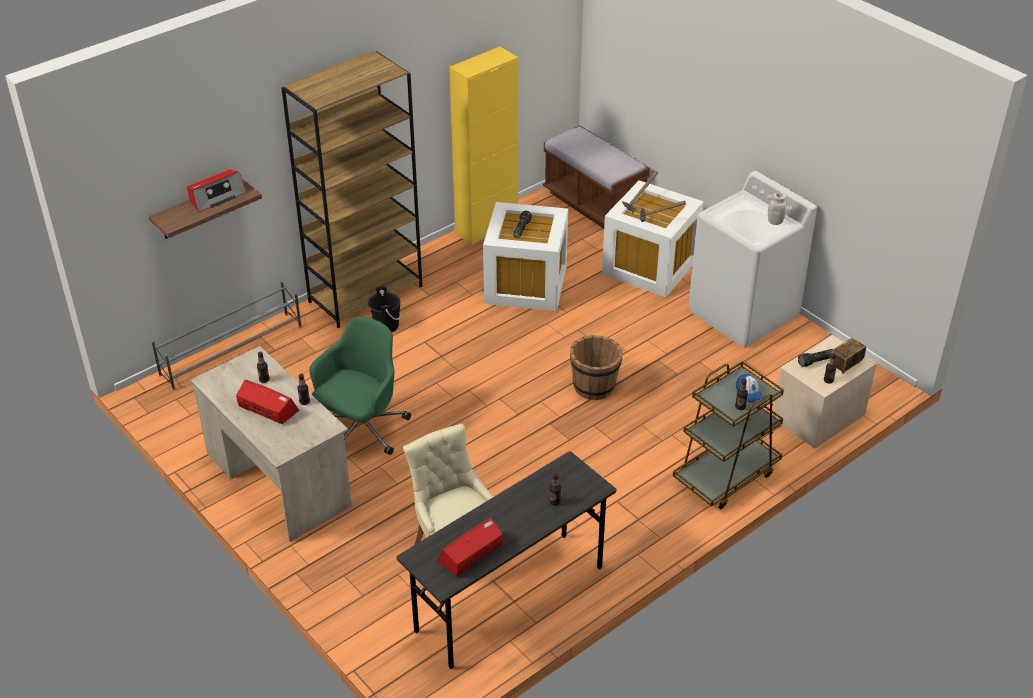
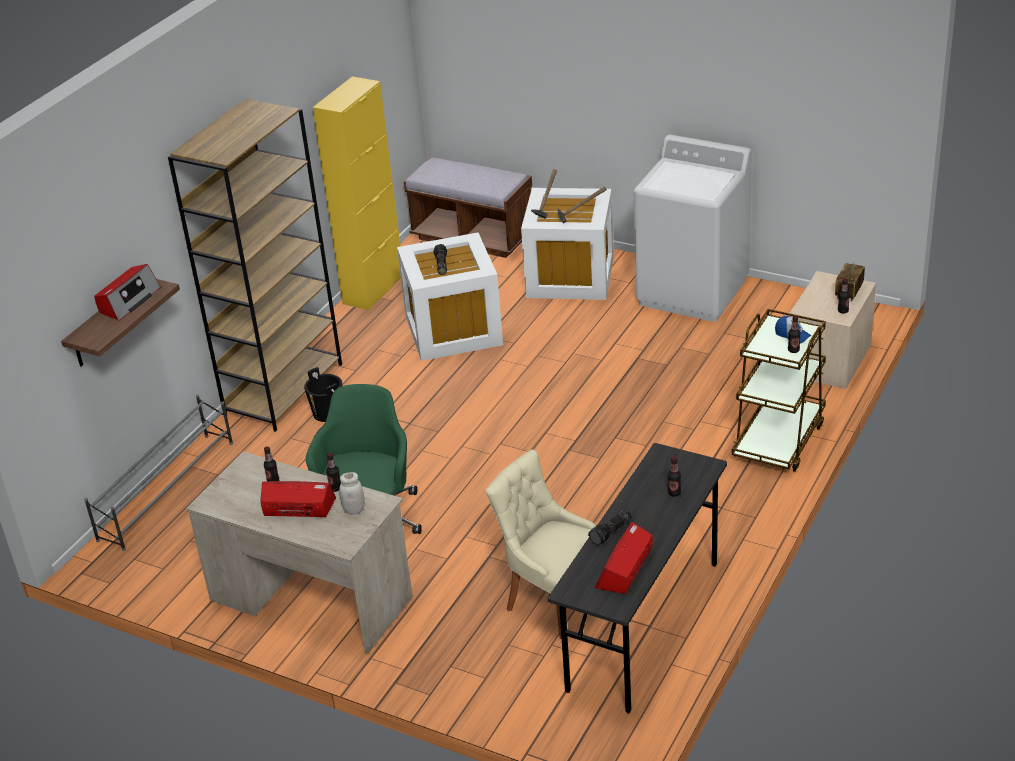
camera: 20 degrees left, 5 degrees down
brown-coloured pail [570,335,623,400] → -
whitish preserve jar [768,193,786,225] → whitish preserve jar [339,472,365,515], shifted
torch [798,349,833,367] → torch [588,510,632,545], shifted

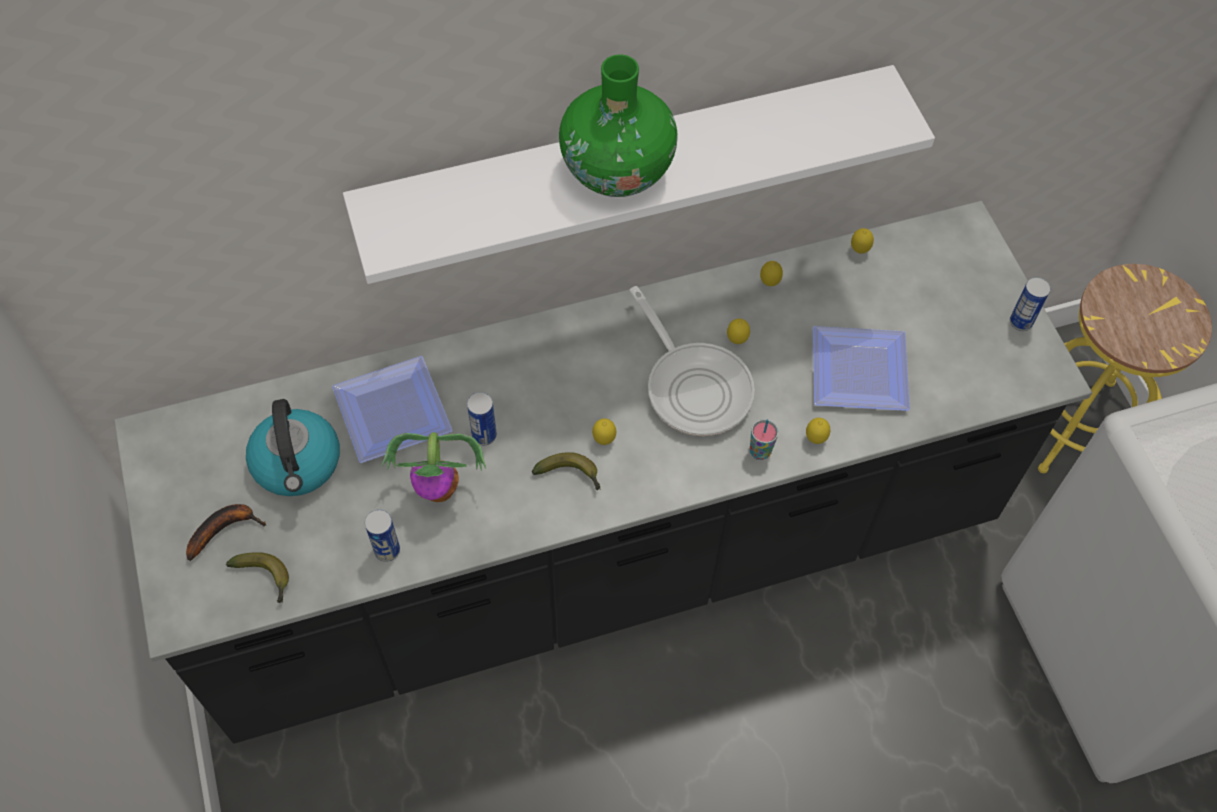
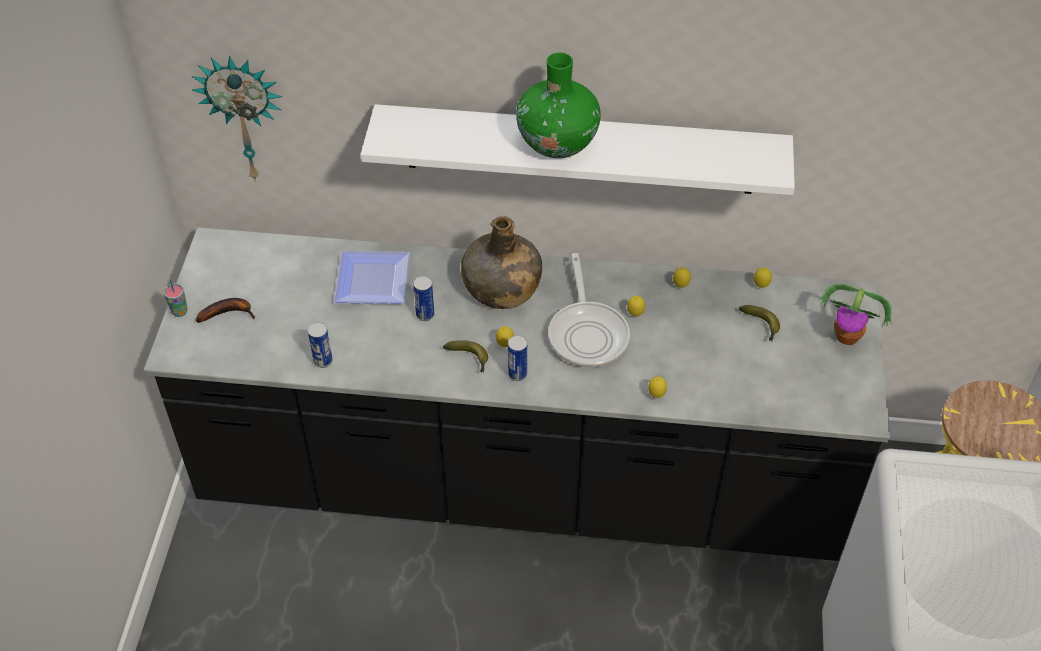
camera: 25 degrees right, 10 degrees down
banana [226,552,289,603] → banana [739,305,780,341], shifted
kettle [246,399,340,496] → -
plant in a pot [381,432,486,502] → plant in a pot [817,283,892,345], shifted
small cup [750,419,778,460] → small cup [164,279,188,317], shifted
flat dish [813,326,910,411] → -
sealed can [1010,277,1051,331] → sealed can [508,335,527,381], shifted
- → clock on the wall [191,56,282,182]
- → green-coloured beverage bottle [461,217,542,309]

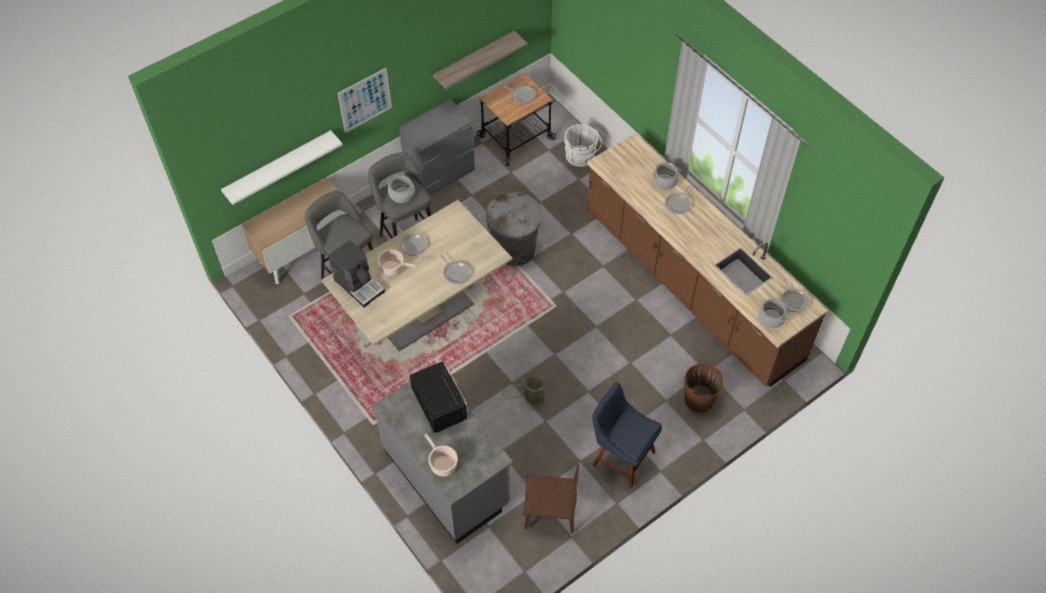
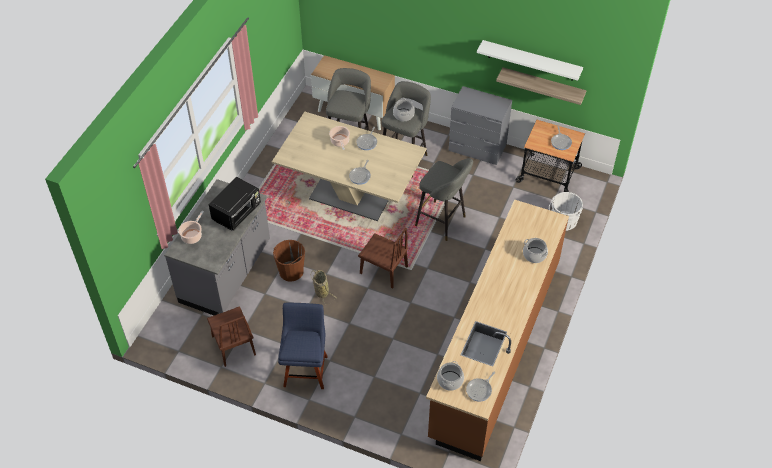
camera: 60 degrees right, 5 degrees down
whitish bracket shelf [221,130,342,205] → whitish bracket shelf [477,40,583,81], shifted
coffee brewer [328,240,385,308] → -
wall picture [337,68,392,133] → -
greyish rubbish bin [486,192,542,266] → greyish stool seat [415,158,473,241]
frying pan [665,185,691,214] → -
brown-coloured pail [684,364,724,412] → brown-coloured pail [273,240,305,282], shifted
- → brown-coloured chair [358,228,408,289]

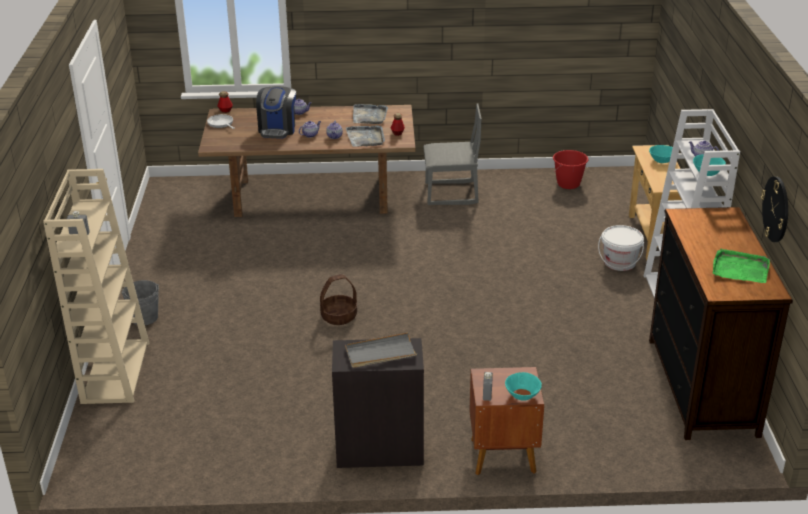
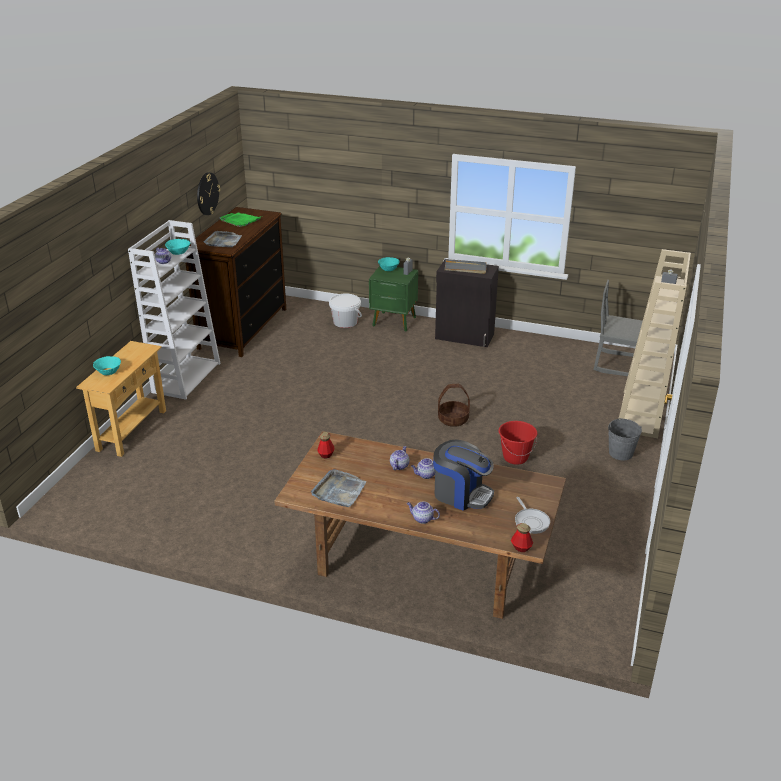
camera: 160 degrees left, 0 degrees up
coffee brewer [256,86,296,139] → coffee brewer [433,440,494,511], 90 degrees clockwise
greyish tray [346,125,385,147] → greyish tray [204,231,242,247], shifted
greyish chair [423,103,482,205] → greyish chair [594,280,643,376], shifted
brown-coloured night table [469,367,544,475] → green-coloured night table [369,266,418,332]
reddish pail [553,150,588,189] → reddish pail [499,421,537,465], shifted
whitish pail [598,225,644,271] → whitish pail [329,294,362,328], shifted

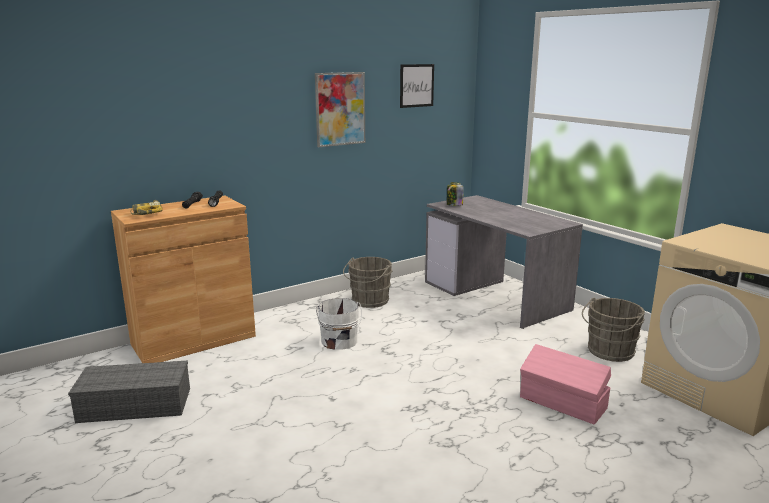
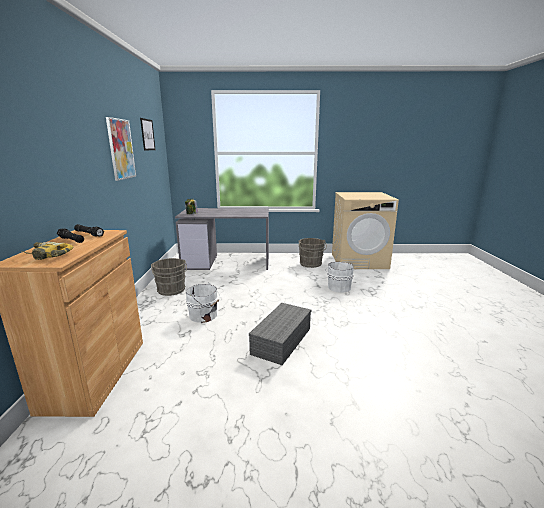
camera: 55 degrees left, 0 degrees up
greyish storage bin [68,360,190,423] → greyish storage bin [249,303,311,365], shifted
pink storage bin [520,344,611,424] → whitish pail [325,262,354,293]

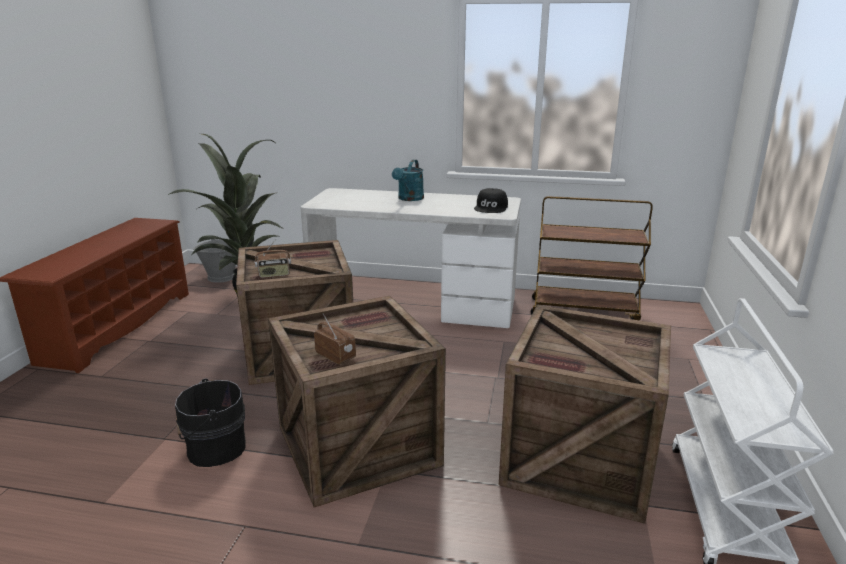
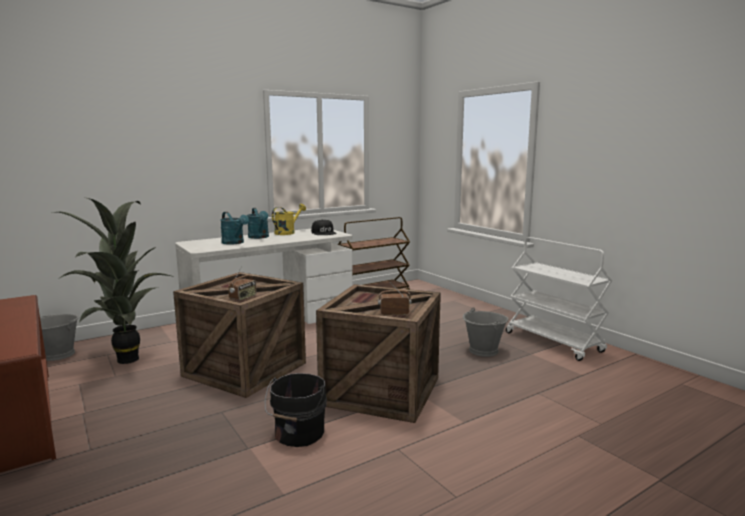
camera: 45 degrees left, 10 degrees down
crate [499,305,671,524] → greyish pail [463,307,508,357]
- → turquoise-coloured watering pot [220,212,249,245]
- → yellow watering pot [272,204,306,235]

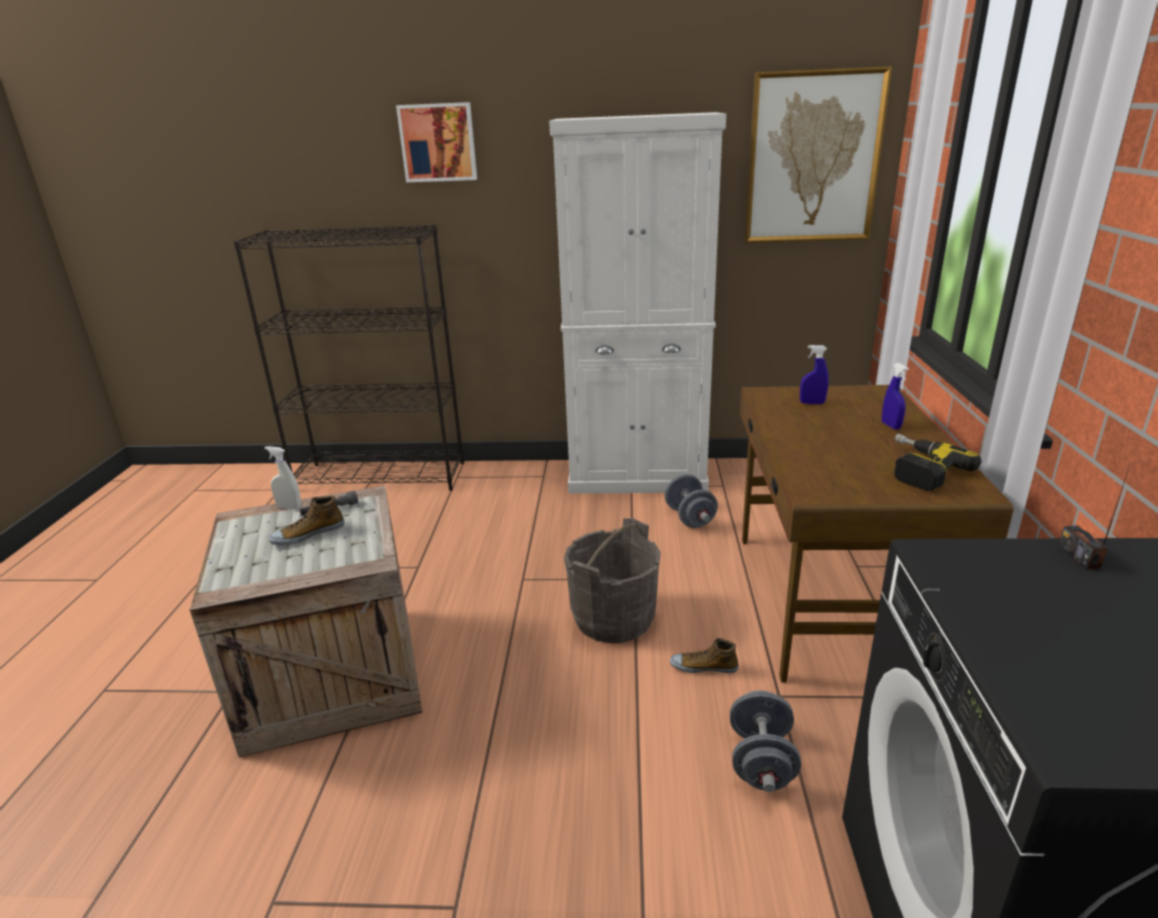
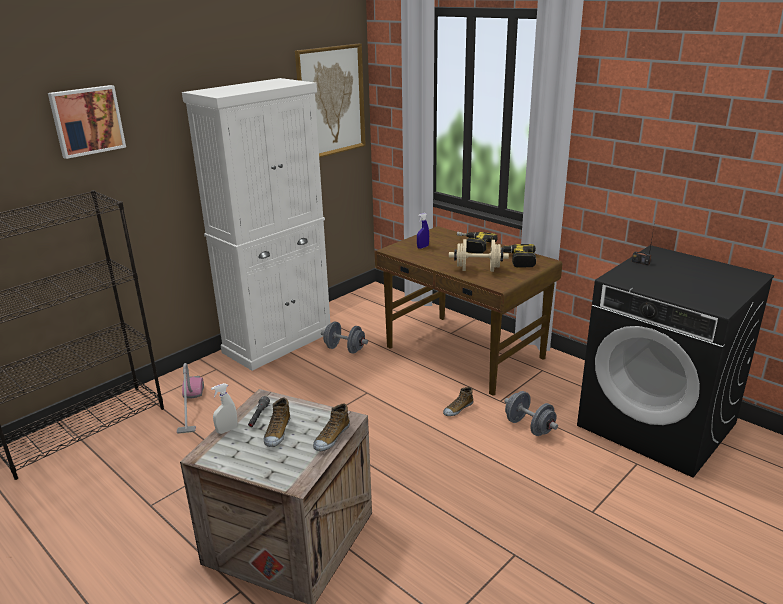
camera: 50 degrees left, 0 degrees up
greyish pail [564,518,661,643] → -
blue hand sprayer [882,363,909,430] → power drill [457,232,498,254]
- → hoover [177,363,204,434]
- → item of footwear [313,403,350,451]
- → sand-coloured dumbbell [449,239,509,272]

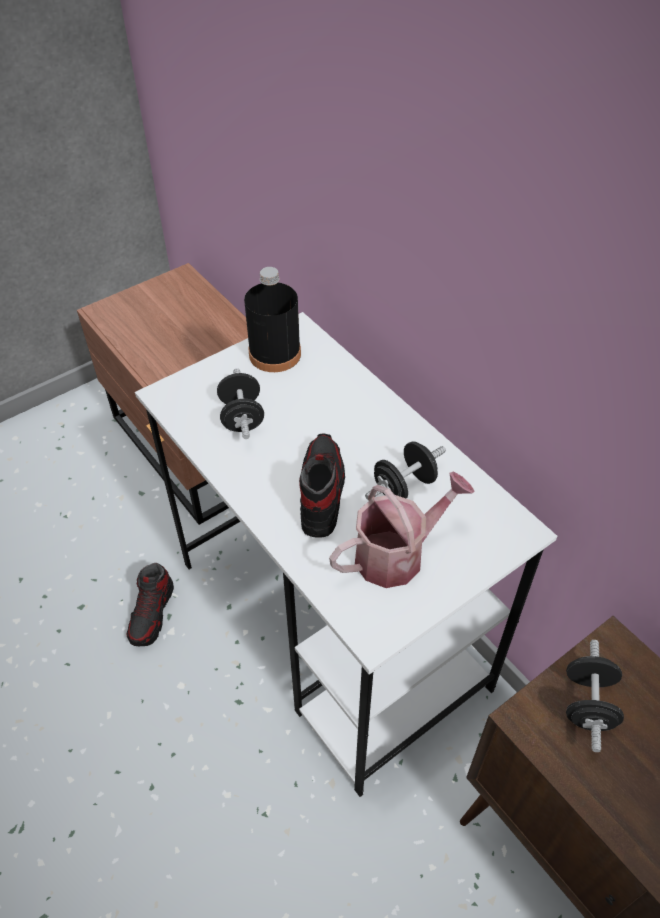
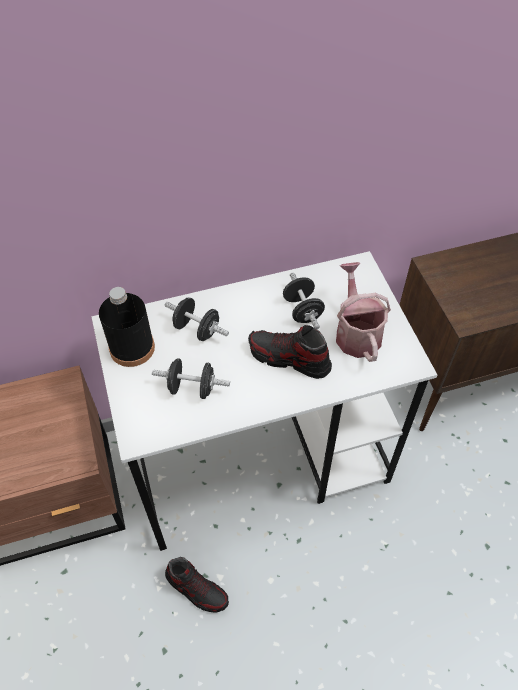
camera: 70 degrees left, 5 degrees up
black dumbbell [566,640,624,752] → black dumbbell [165,297,229,341], shifted

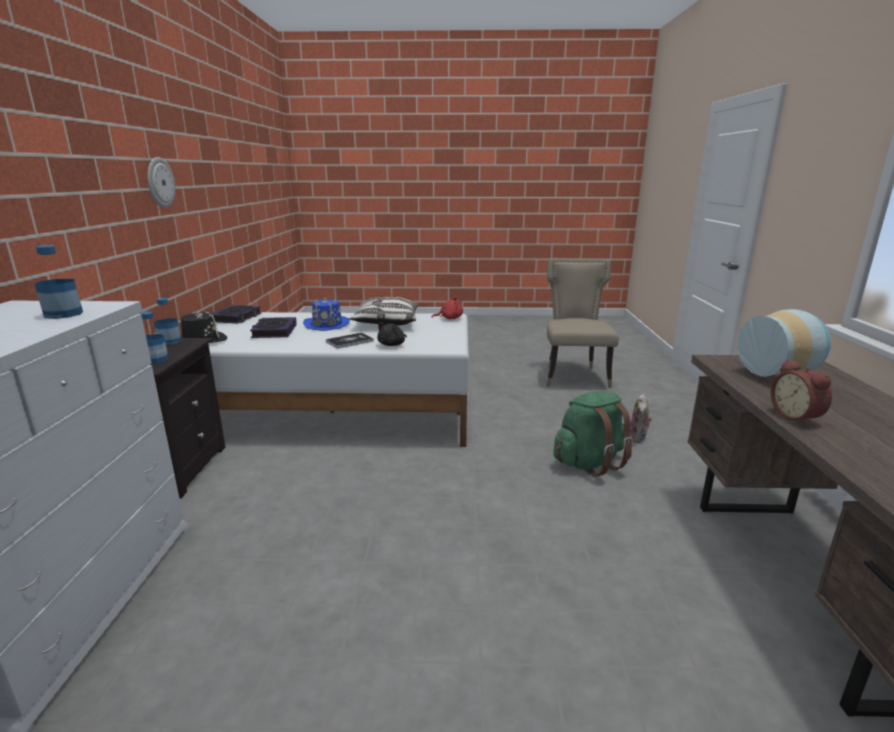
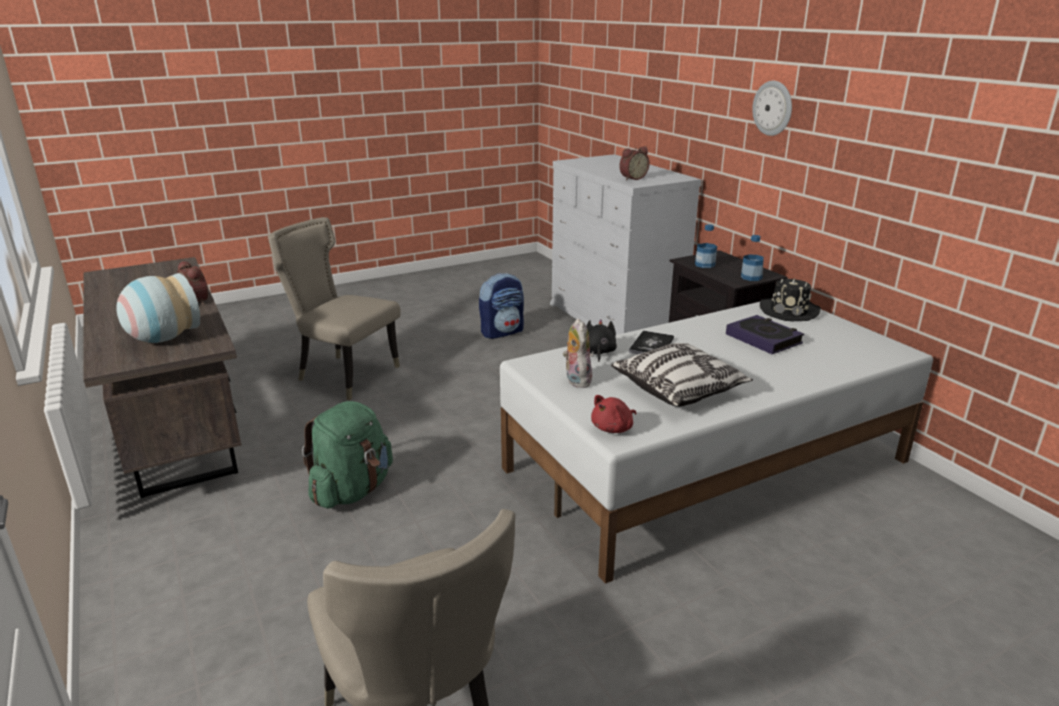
camera: 150 degrees right, 5 degrees up
beverage bottle [35,245,83,319] → bedside clock [619,146,650,180]
clock on the wall [148,157,175,208] → clock on the wall [752,81,792,136], shifted
volume [210,305,261,324] → -
blue hat [303,298,350,331] → -
soft toy [630,394,652,443] → soft toy [563,318,592,388], shifted
- → sand-coloured chair [268,217,401,400]
- → knapsack [479,273,524,339]

